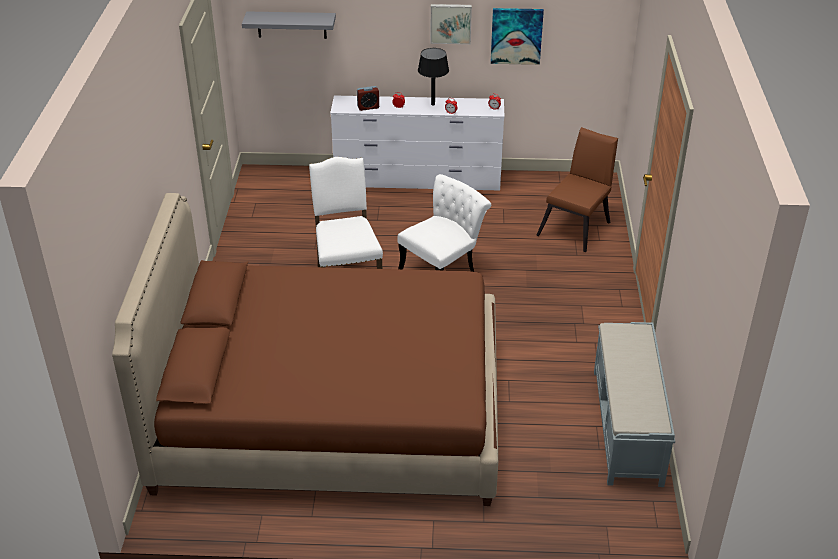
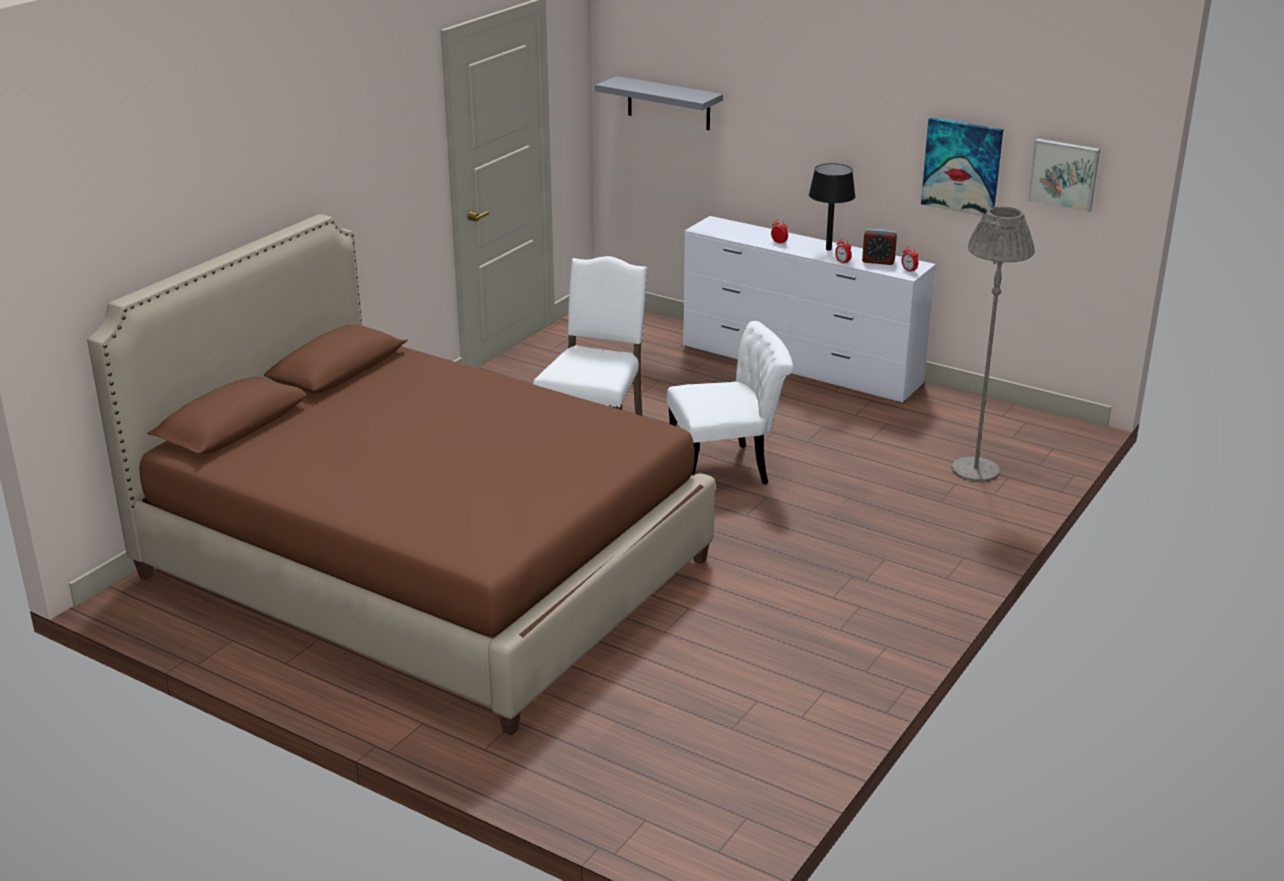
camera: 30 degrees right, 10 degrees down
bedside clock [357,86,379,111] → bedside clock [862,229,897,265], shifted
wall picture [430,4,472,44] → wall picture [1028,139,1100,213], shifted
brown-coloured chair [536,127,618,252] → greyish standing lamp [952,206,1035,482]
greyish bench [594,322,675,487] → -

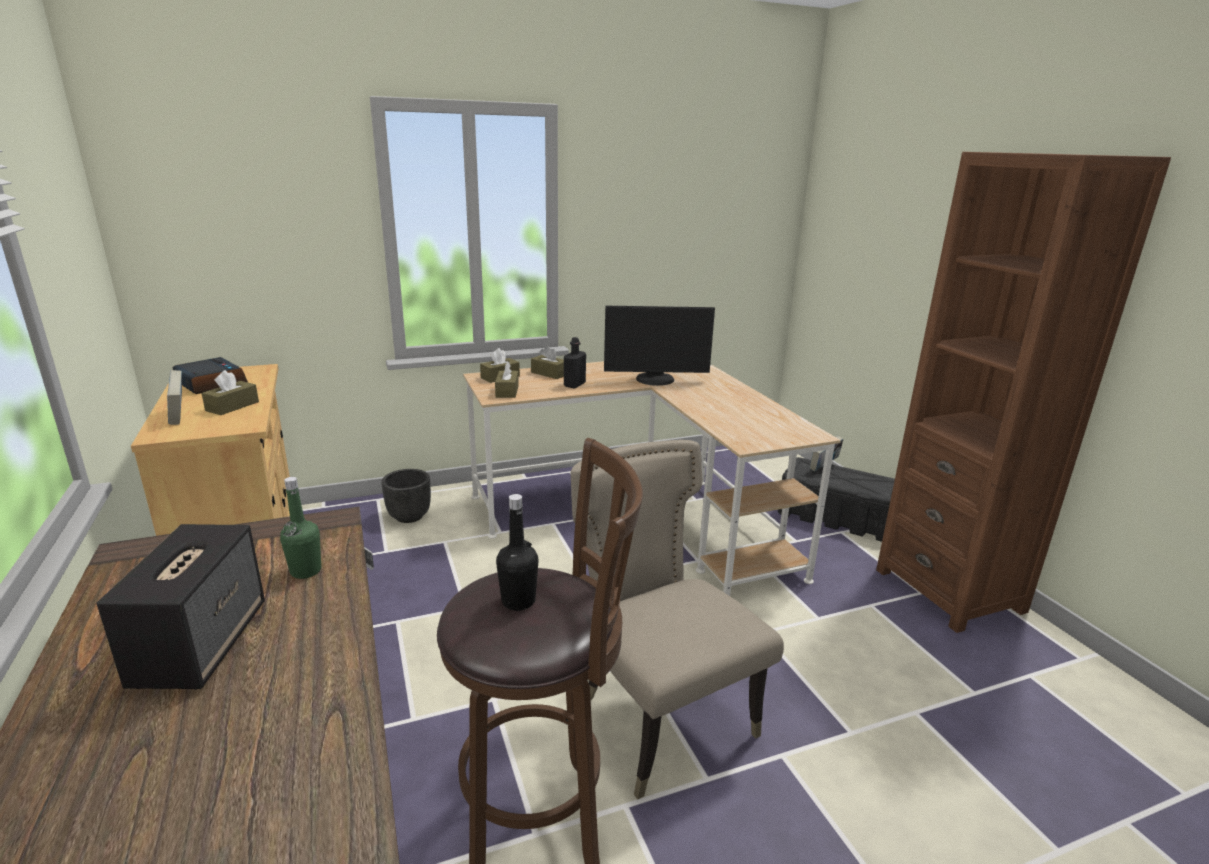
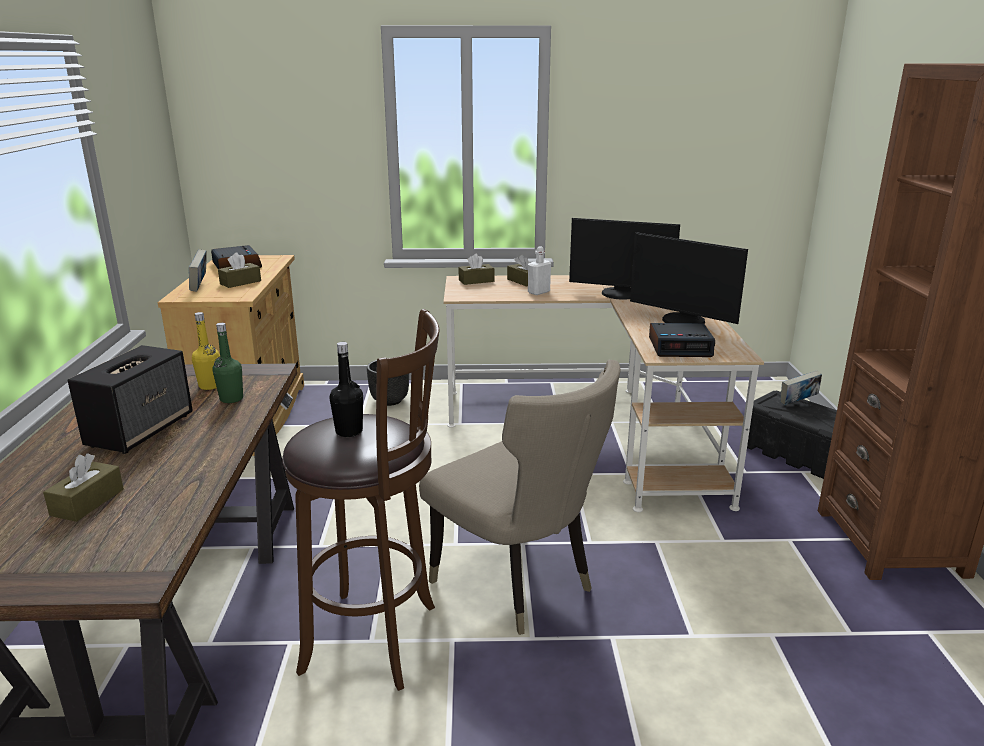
camera: 20 degrees right, 0 degrees up
brown-coloured tissue holder [495,361,519,398] → brown-coloured tissue holder [43,453,124,522], shifted
black beverage bottle [564,337,586,388] → whitish beverage bottle [528,246,551,295]
sand-coloured chair [571,440,784,800] → sand-coloured chair [419,360,621,635], 150 degrees clockwise
- → yellow beverage bottle [192,312,220,390]
- → monitor [630,232,748,324]
- → bedside clock [649,323,715,357]

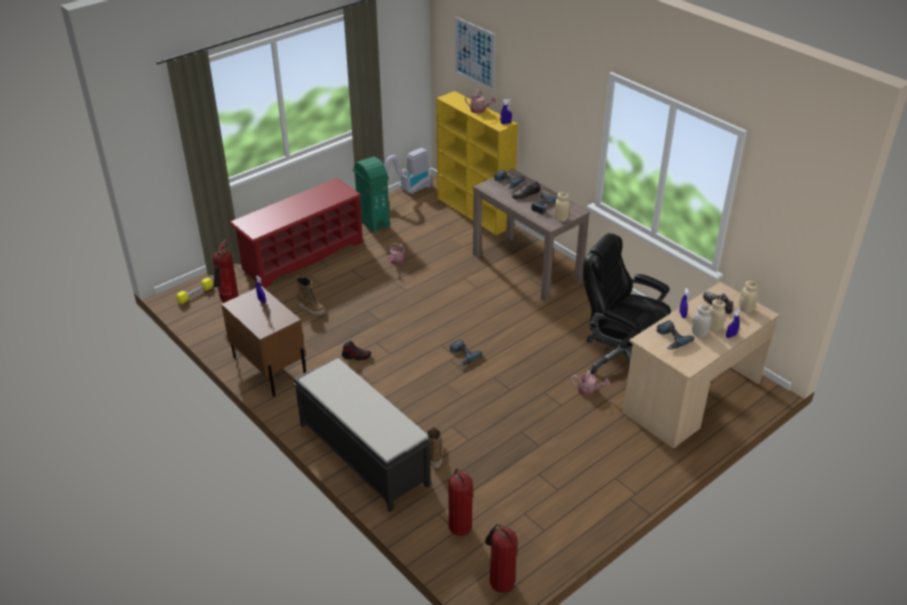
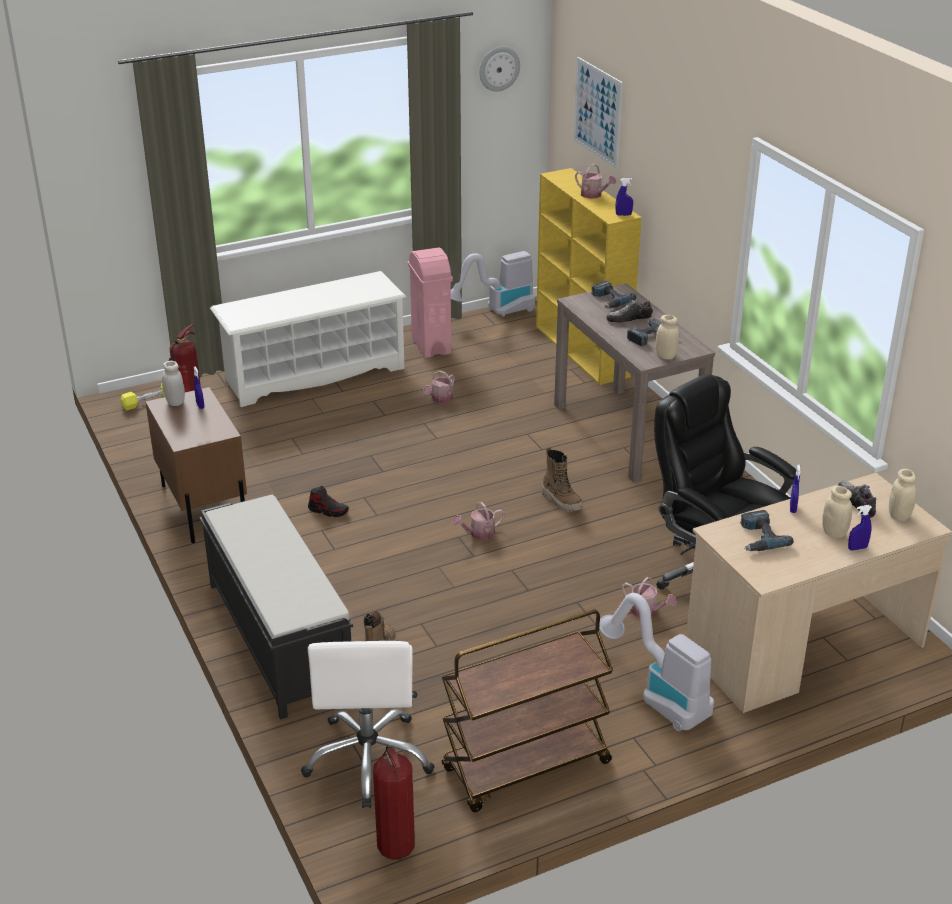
camera: 15 degrees right, 5 degrees down
reddish shoe stand [229,178,363,288] → whitish shoe stand [210,271,406,407]
tall boot [296,276,325,316] → tall boot [542,447,582,512], shifted
green-coloured rubbish bin [353,157,390,233] → pink rubbish bin [408,248,453,358]
power drill [449,339,482,366] → watering pot [452,502,504,540]
fire extinguisher [449,468,473,536] → whitish desk chair [301,641,435,808]
whitish preserve jar [692,305,711,338] → whitish preserve jar [162,361,185,406], shifted
- → brown-coloured trolley [442,609,613,812]
- → clock on the wall [479,47,520,92]
- → hoover [599,593,714,731]

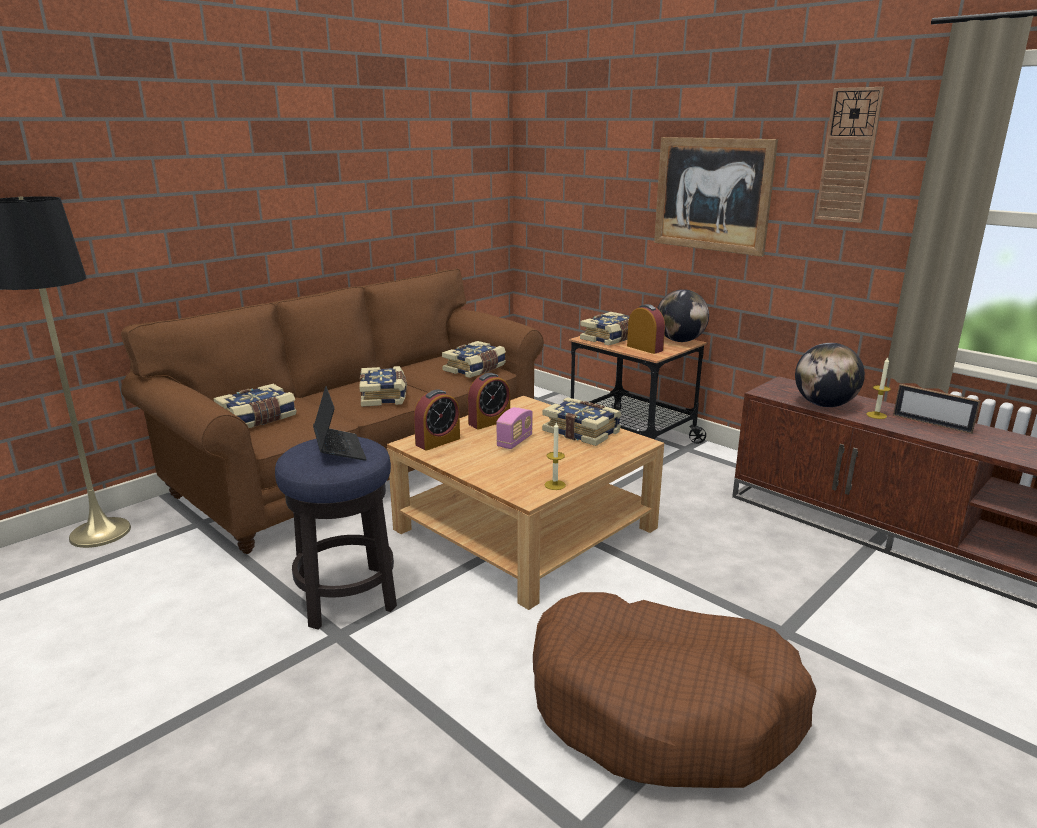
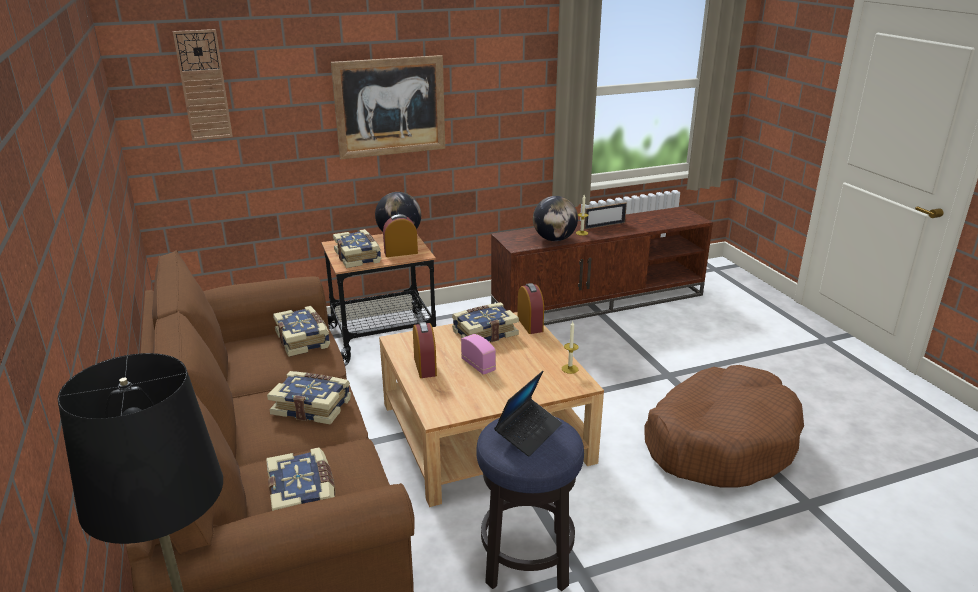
camera: 65 degrees left, 5 degrees up
portable computer [313,386,367,460] → portable computer [494,371,562,456], 120 degrees clockwise
bedside clock [414,389,460,450] → bedside clock [517,283,544,334], shifted
clock on the wall [815,87,884,223] → clock on the wall [173,29,233,140], shifted

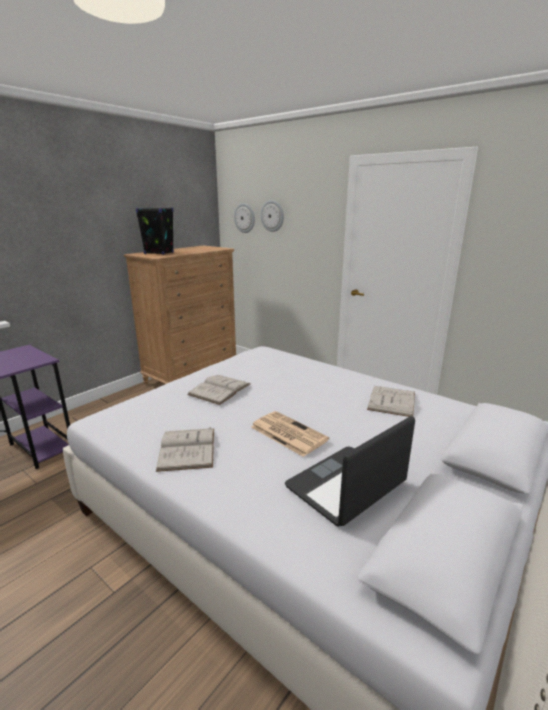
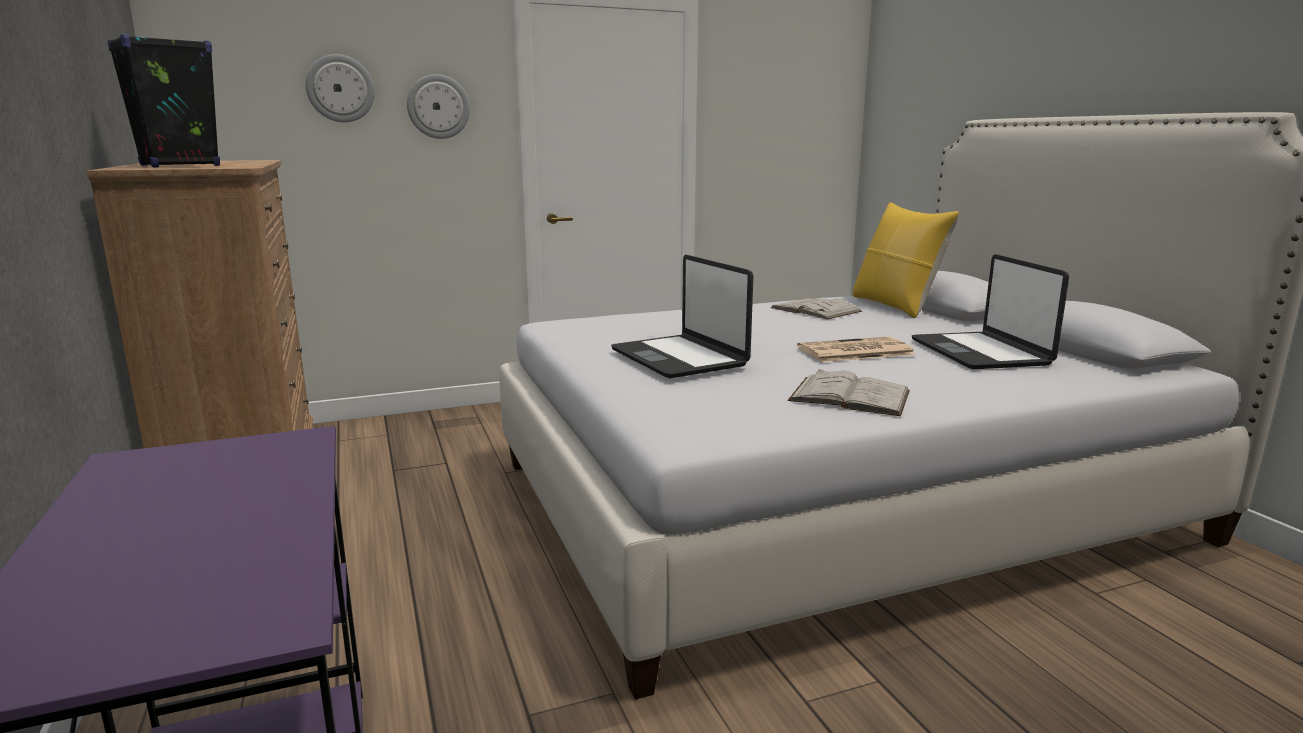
camera: 60 degrees left, 5 degrees down
whitish volume [187,375,250,405] → portable computer [611,255,753,379]
clock on the wall [234,203,255,233] → clock on the wall [407,74,470,139], shifted
- → yellow throw pillow [853,202,959,318]

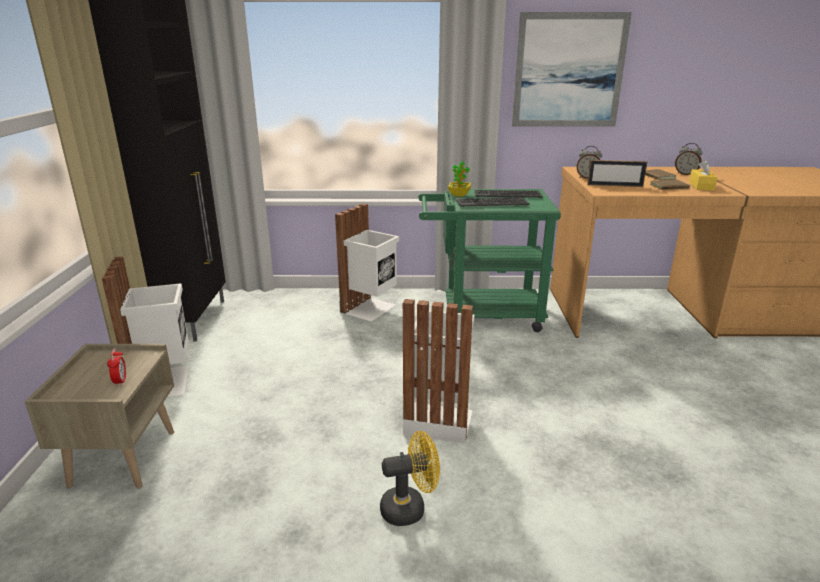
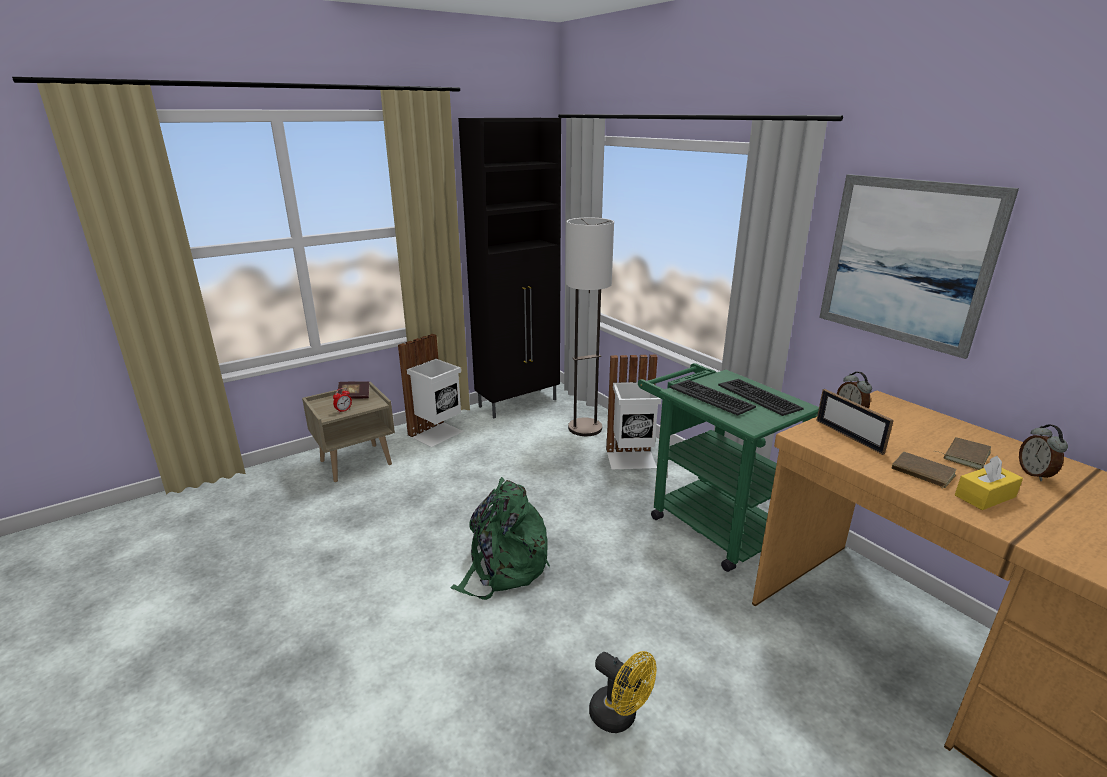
camera: 55 degrees right, 0 degrees up
yellow fan [380,431,440,526] → yellow fan [589,651,657,733], shifted
whitish rubbish bin [403,299,474,443] → green-coloured knapsack [451,477,550,600]
plant in a pot [448,161,471,197] → -
- → volume [338,381,369,399]
- → standing lamp [566,218,614,436]

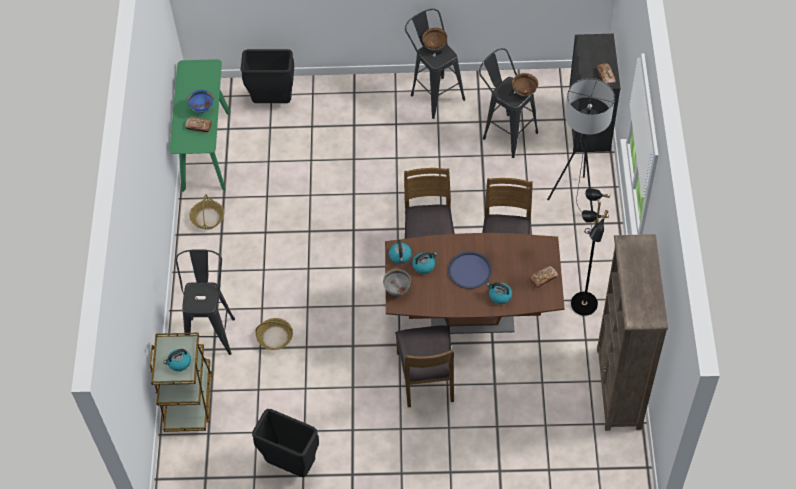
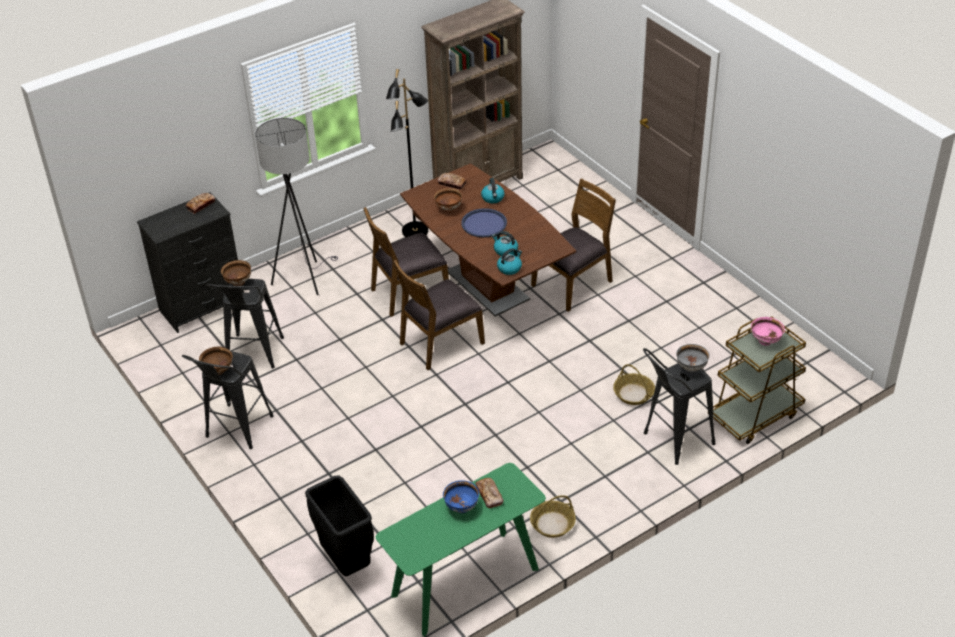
camera: 125 degrees left, 15 degrees down
kettle [163,349,191,371] → pink bowl [751,317,785,346]
black rubbish bin [252,409,319,477] → -
greyish bowl [383,269,411,296] → greyish bowl [676,344,710,373], shifted
- → brown-coloured bowl [434,188,462,213]

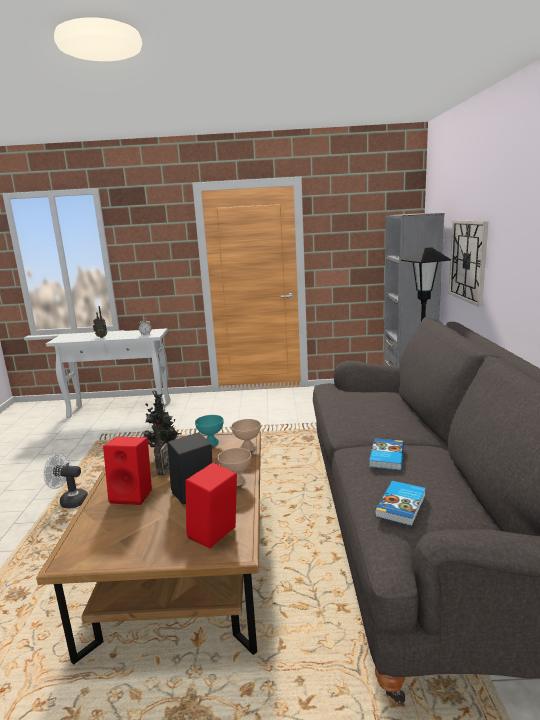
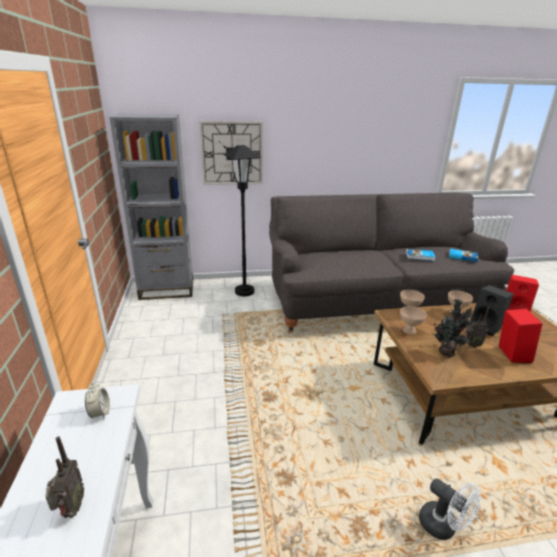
camera: 100 degrees left, 10 degrees up
whitish fan [43,453,88,508] → whitish fan [419,478,481,540], 45 degrees counterclockwise
turquoise-coloured bowl [195,415,224,446] → sand-coloured bowl [400,306,426,335]

